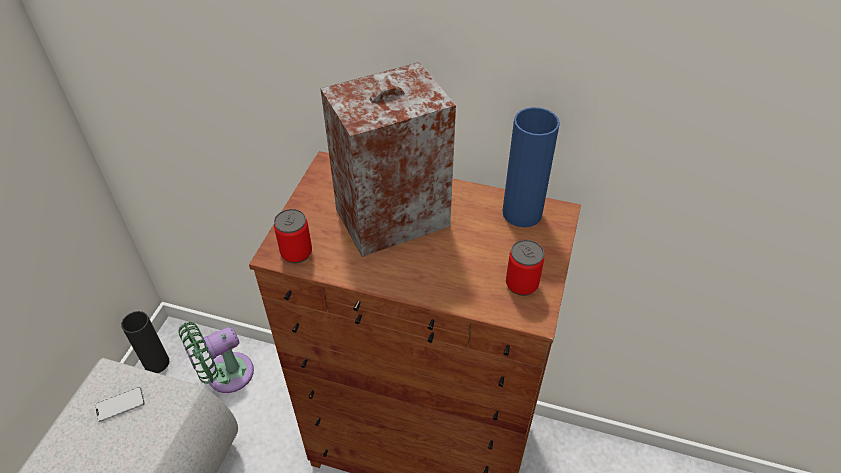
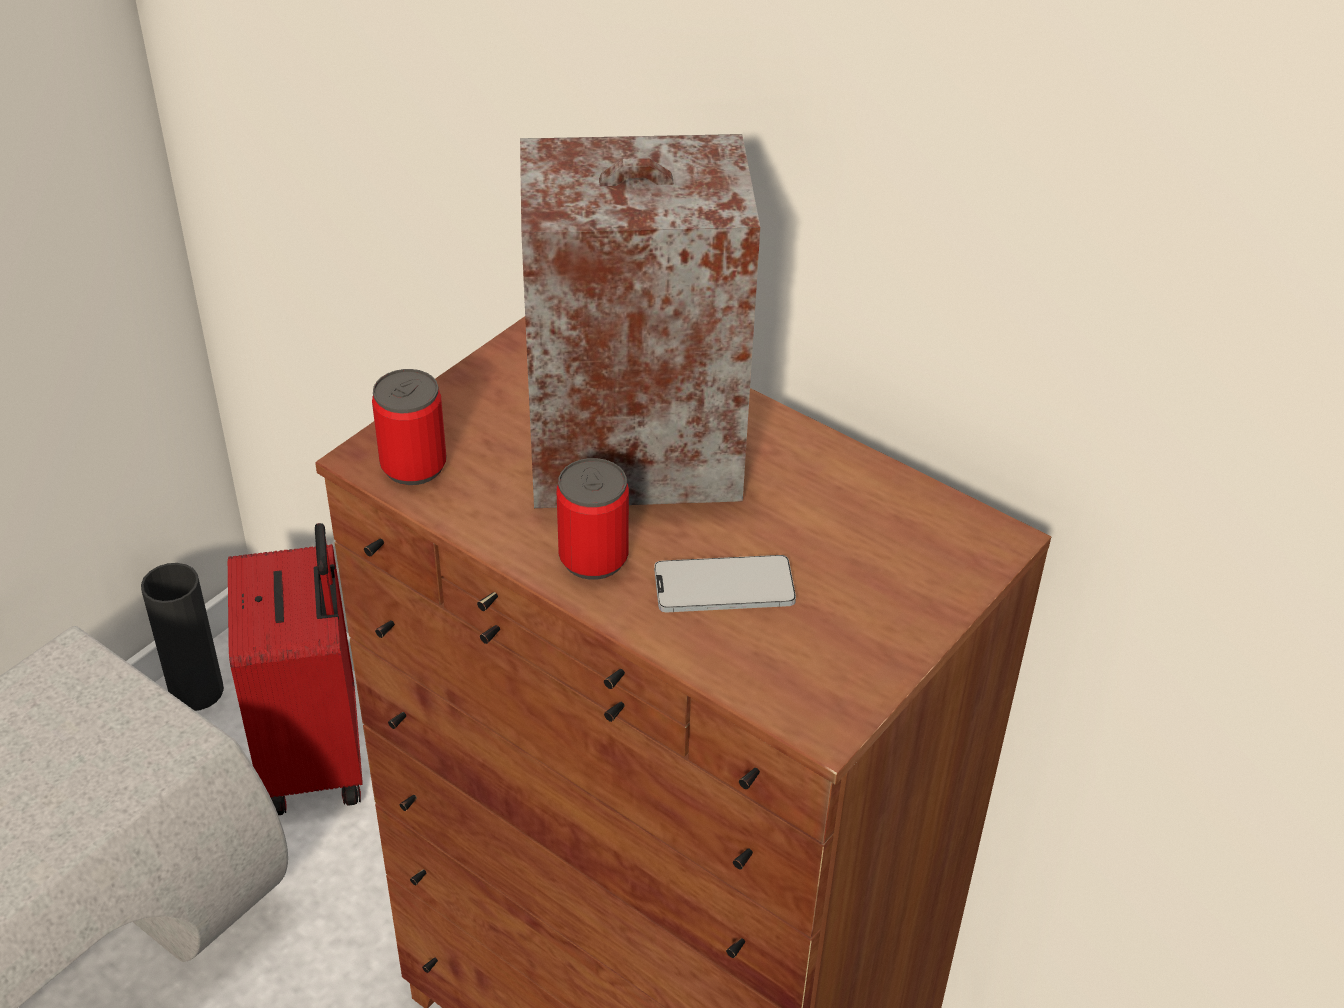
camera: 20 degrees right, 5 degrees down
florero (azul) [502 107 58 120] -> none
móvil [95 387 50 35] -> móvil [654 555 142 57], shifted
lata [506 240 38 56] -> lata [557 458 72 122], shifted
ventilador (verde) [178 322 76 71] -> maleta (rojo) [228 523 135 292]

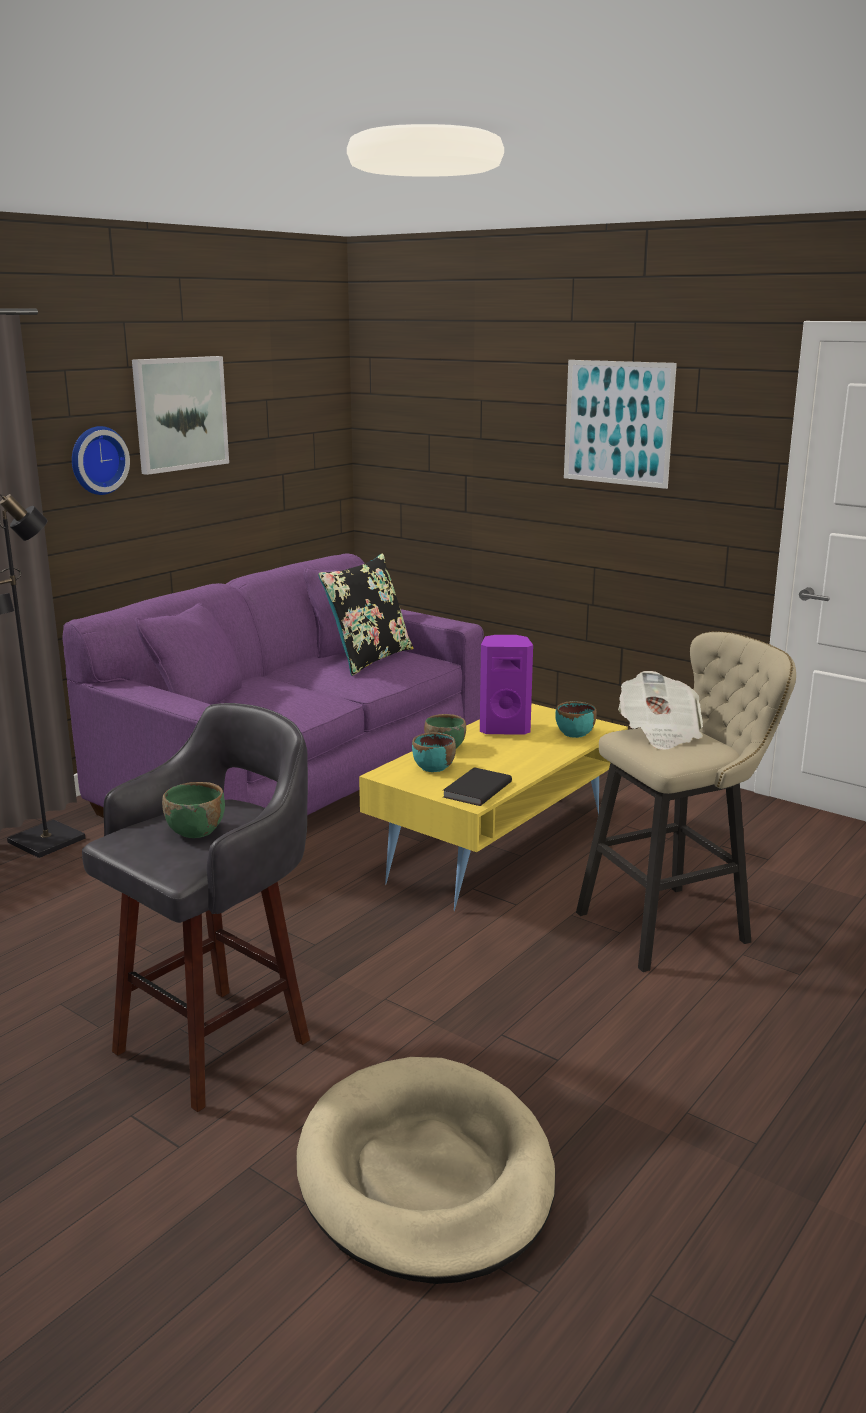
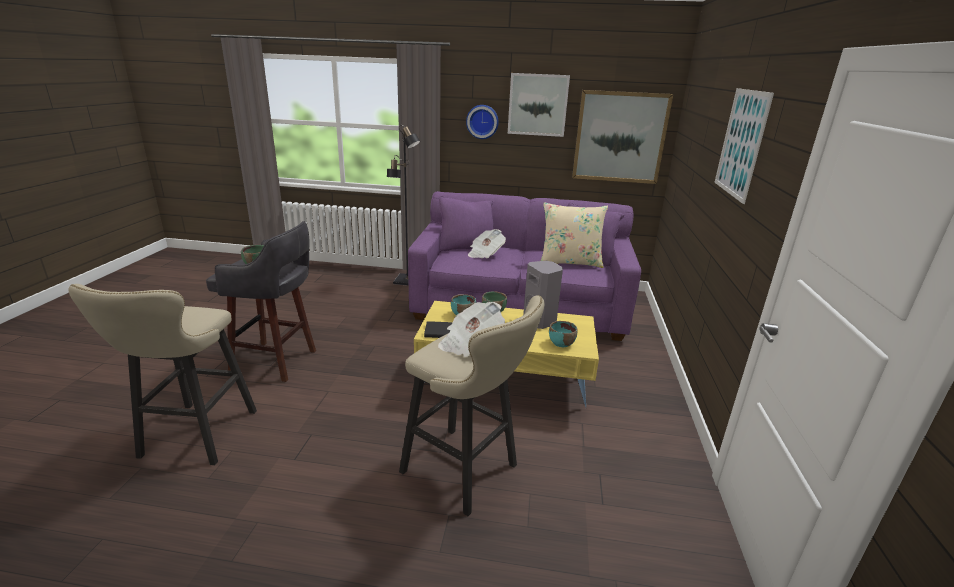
camera: 60 degrees right, 5 degrees up
none -> periódico [468 229 38 30]
none -> cuadro [572 90 101 94]
cama para perro (beis) [297 1057 258 227] -> taburete (beis) [68 284 189 181]
cojín (negro) [318 553 95 123] -> cojín (beis) [540 203 68 65]
altavoz (morado) [480 635 53 100] -> altavoz (gris) [523 261 40 68]

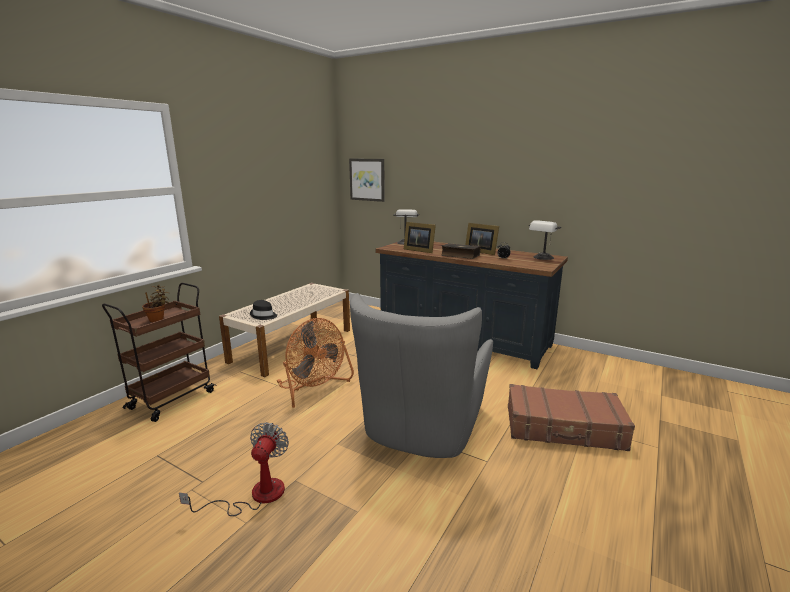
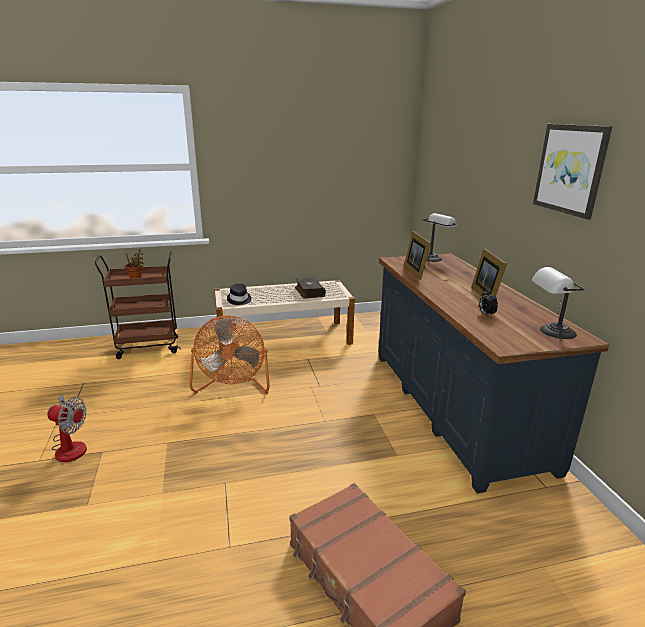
camera: 45 degrees right, 5 degrees up
sillón (gris) [350 293 143 165] -> none
cuadro [349 159 36 43] -> cuadro [533 124 79 96], shifted
libro [441 243 40 16] -> libro [295 277 31 22], shifted
ventilador [179 422 110 94] -> ventilador [47 394 40 68], 45 degrees clockwise

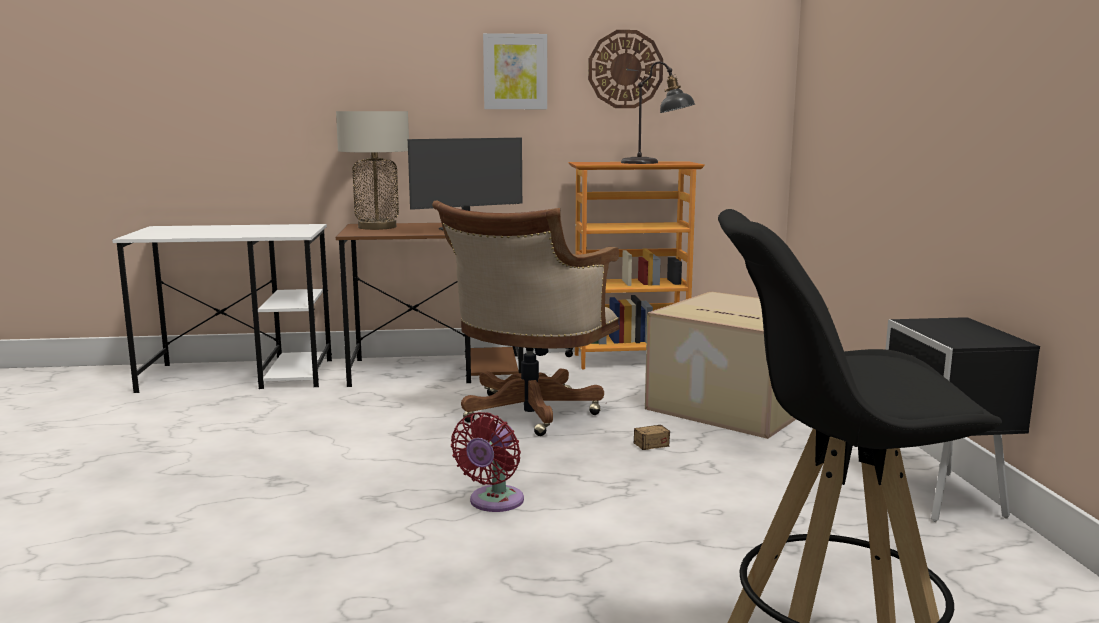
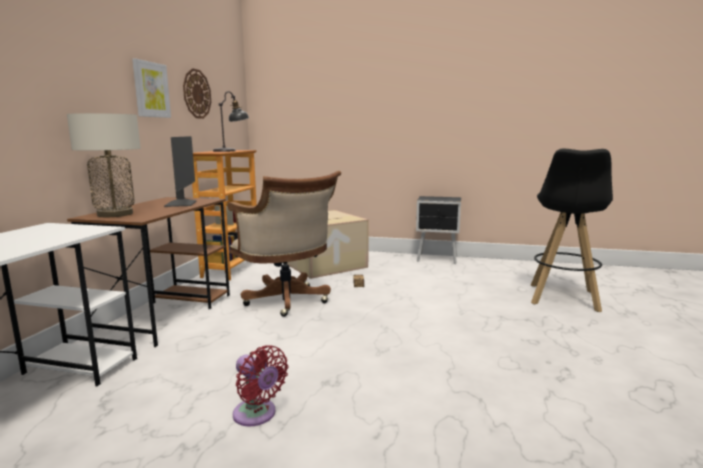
camera: 70 degrees left, 0 degrees up
ventilador (rojo) [451 412 73 100] -> ventilador (rojo) [233 345 55 82], shifted

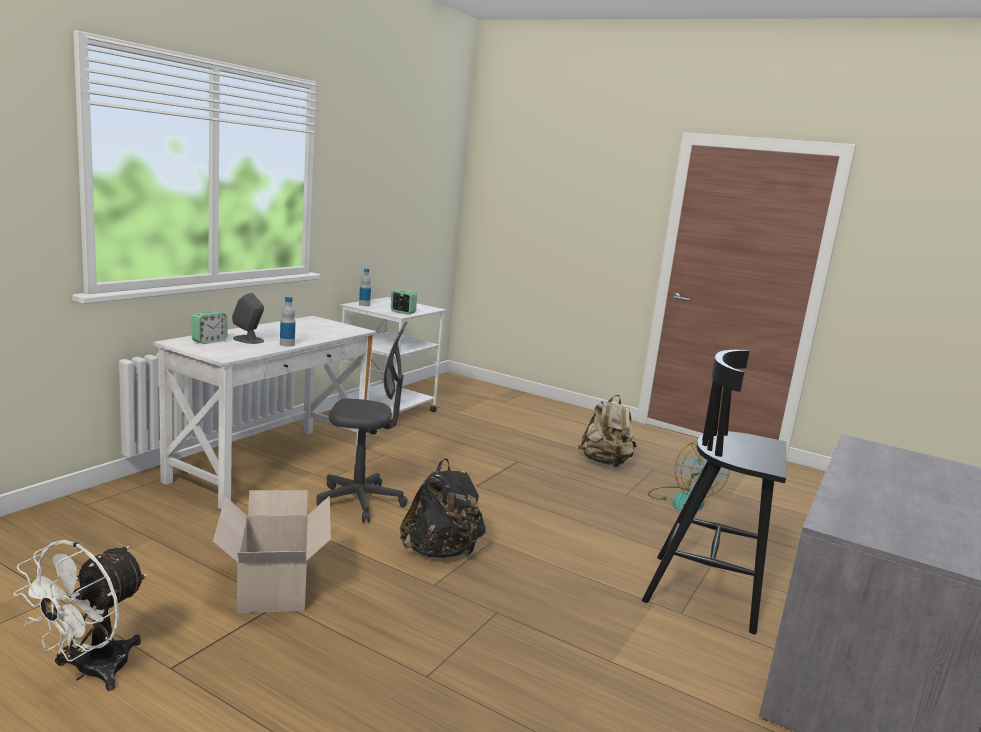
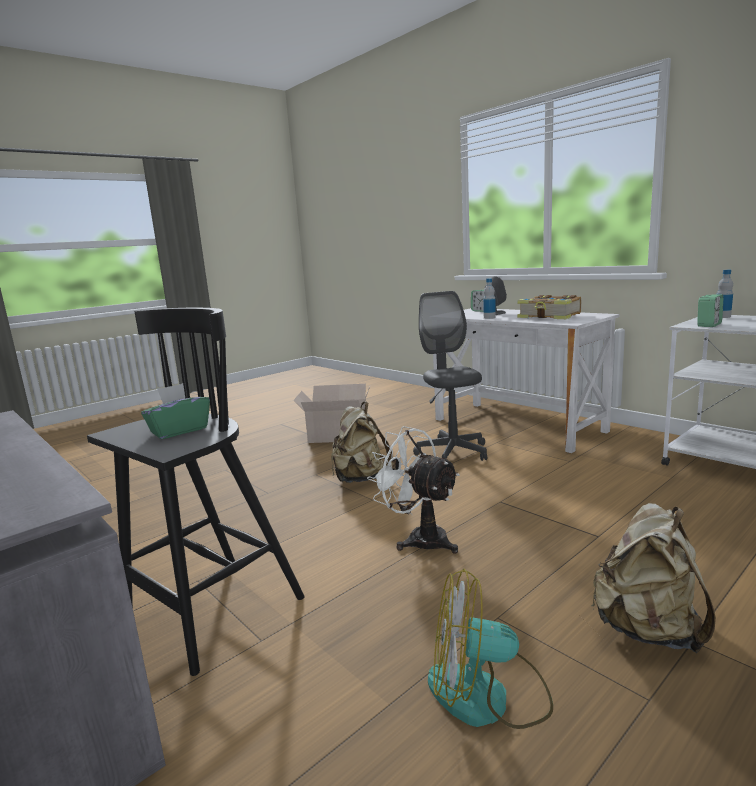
camera: 110 degrees right, 0 degrees up
none -> caja de pañuelos (verde) [141 383 69 56]
none -> libro [517 295 64 24]
ventilador (blanco) [13 540 134 151] -> ventilador (blanco) [367 426 93 128], shifted
mochila (negro) [400 458 86 100] -> mochila (beis) [331 402 62 81]
silla de oficina (gris) [317 322 91 201] -> silla de oficina (gris) [413 291 74 170], 150 degrees clockwise

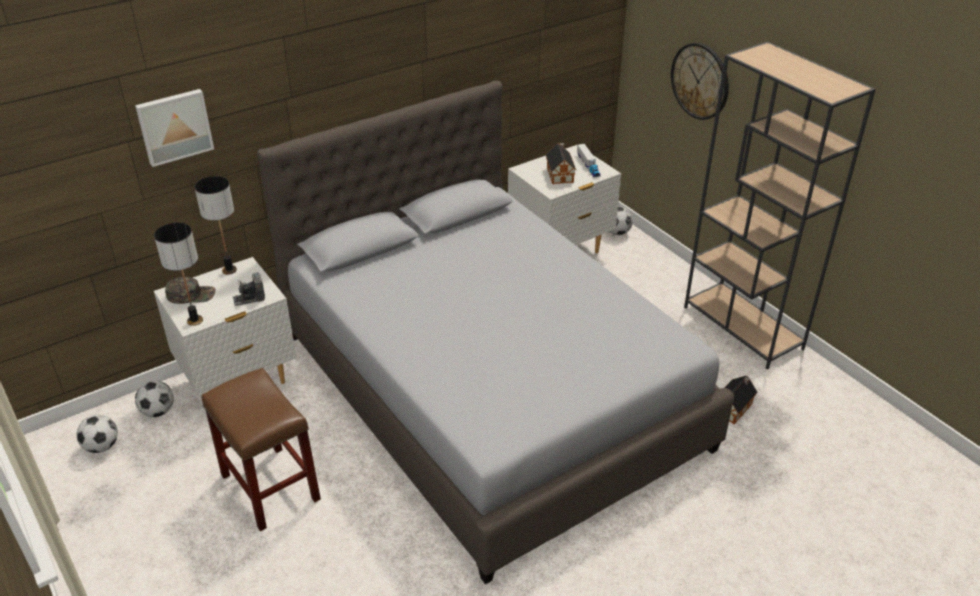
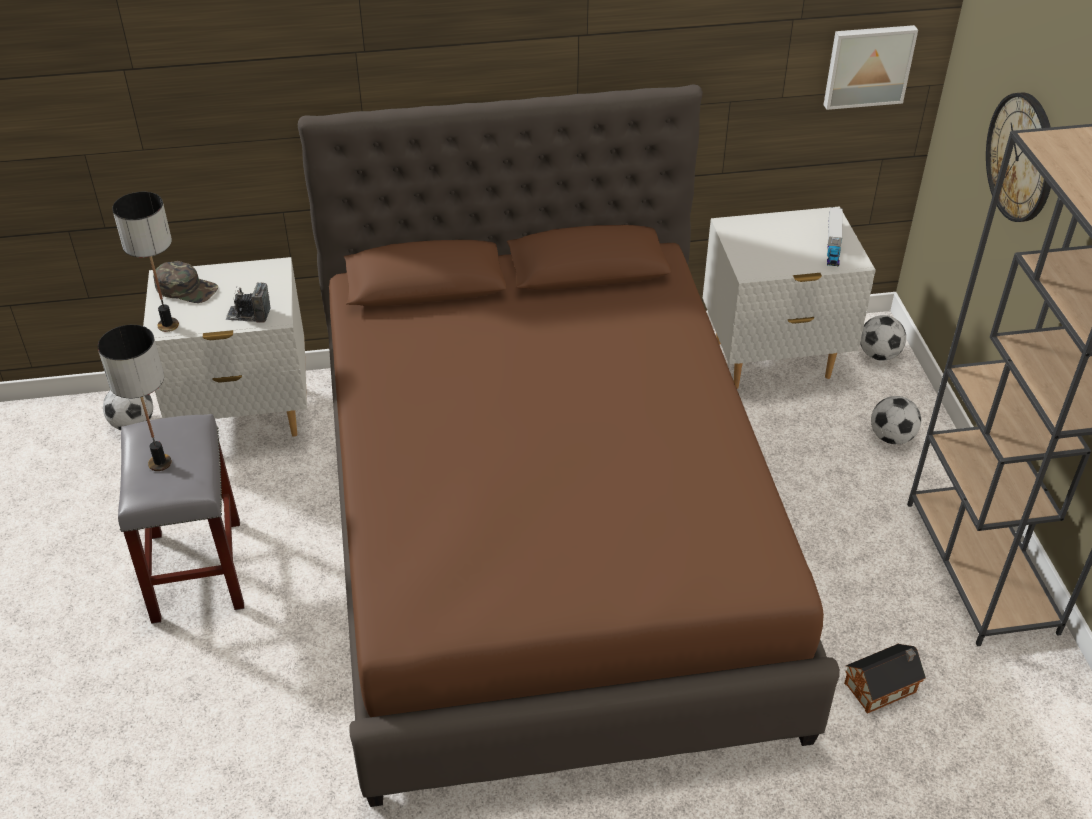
camera: 25 degrees right, 5 degrees up
casita [545 143 31 41] -> none
balón de fútbol [76 415 42 38] -> balón de fútbol [871 396 50 48], shifted
cuadro [135 89 79 78] -> cuadro [824 25 94 85], shifted
lámpara de mesa [194 176 43 99] -> lámpara de mesa [98 325 74 146], shifted
taburete (marrón) [201 368 120 164] -> taburete (gris) [118 414 126 210]
cama (gris) [257 80 477 504] -> cama (marrón) [298 84 542 723]

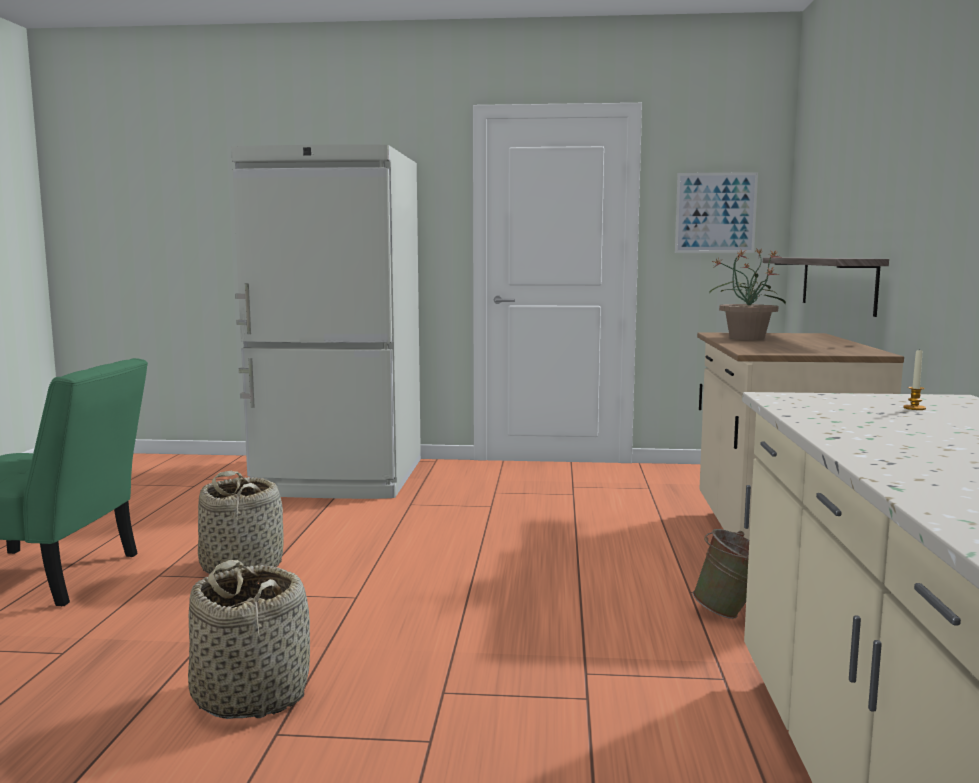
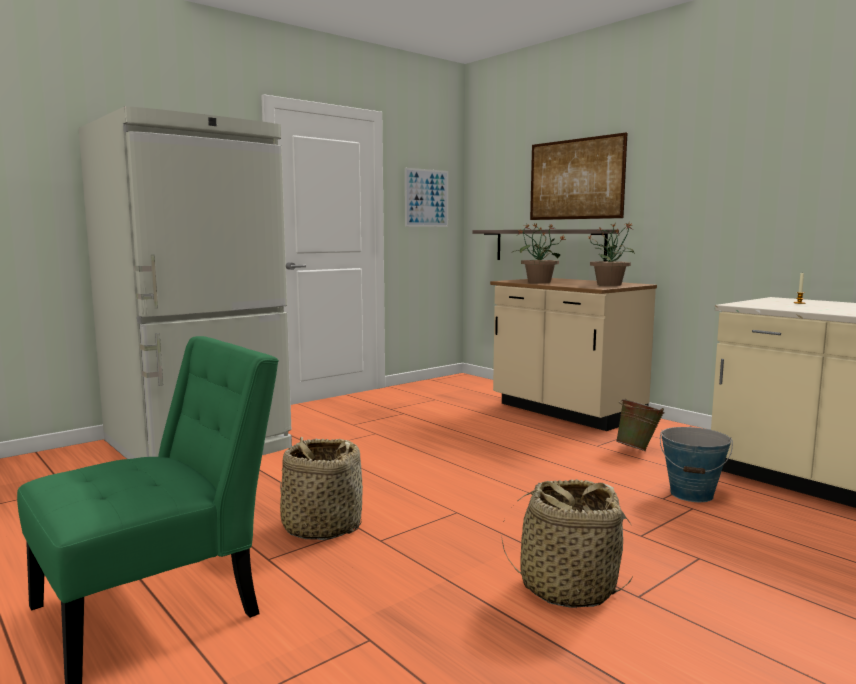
camera: 45 degrees left, 0 degrees up
none -> cuadro [530 132 97 88]
none -> planta en maceta [587 223 47 63]
none -> cubo [660 427 73 75]

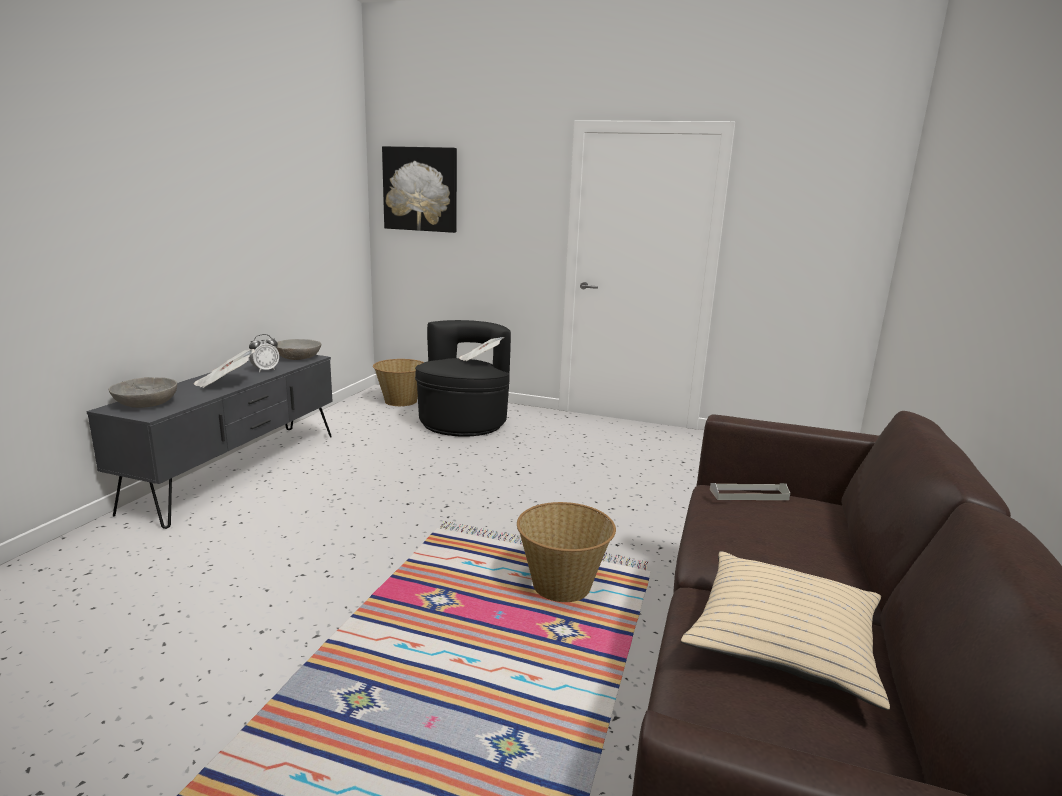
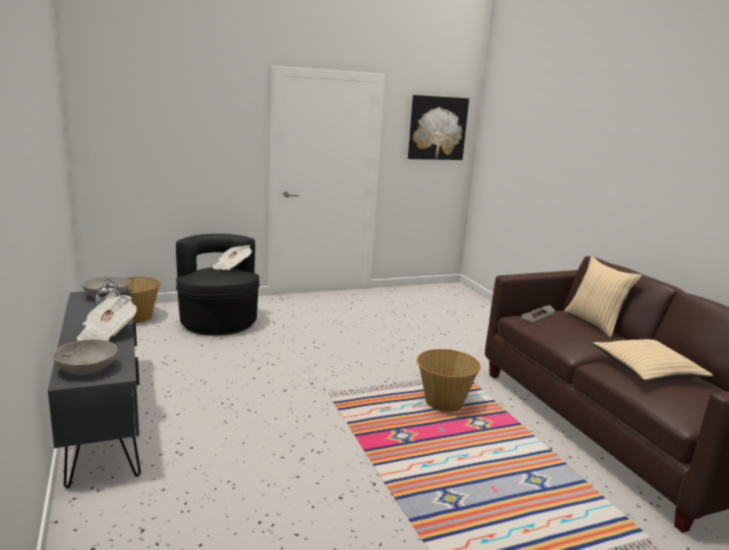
camera: 40 degrees left, 0 degrees up
none -> cojín (beis) [564 256 78 81]
cuadro [382 146 75 87] -> cuadro [408 95 61 65], shifted

